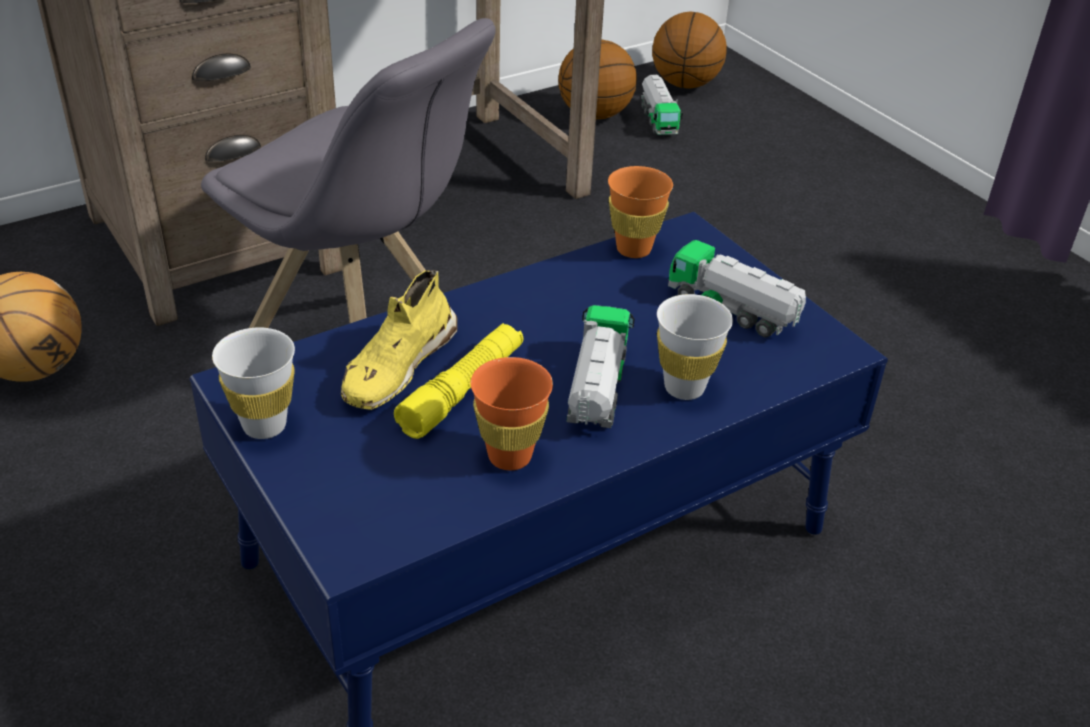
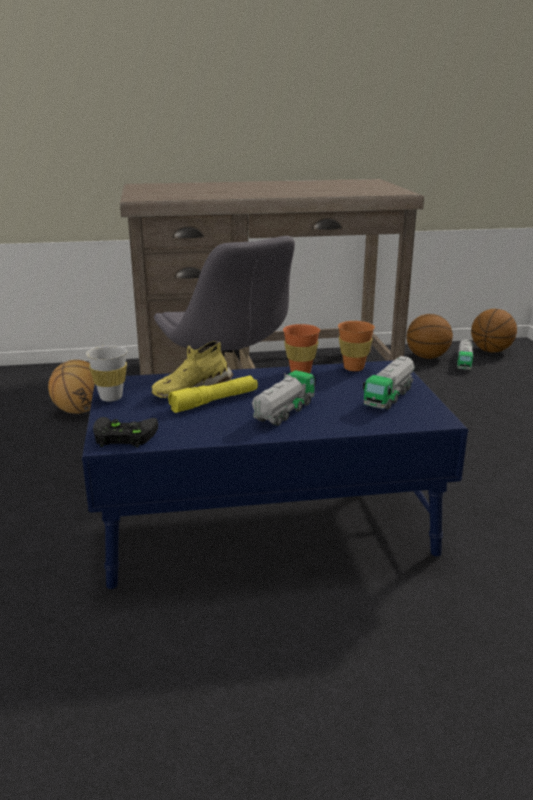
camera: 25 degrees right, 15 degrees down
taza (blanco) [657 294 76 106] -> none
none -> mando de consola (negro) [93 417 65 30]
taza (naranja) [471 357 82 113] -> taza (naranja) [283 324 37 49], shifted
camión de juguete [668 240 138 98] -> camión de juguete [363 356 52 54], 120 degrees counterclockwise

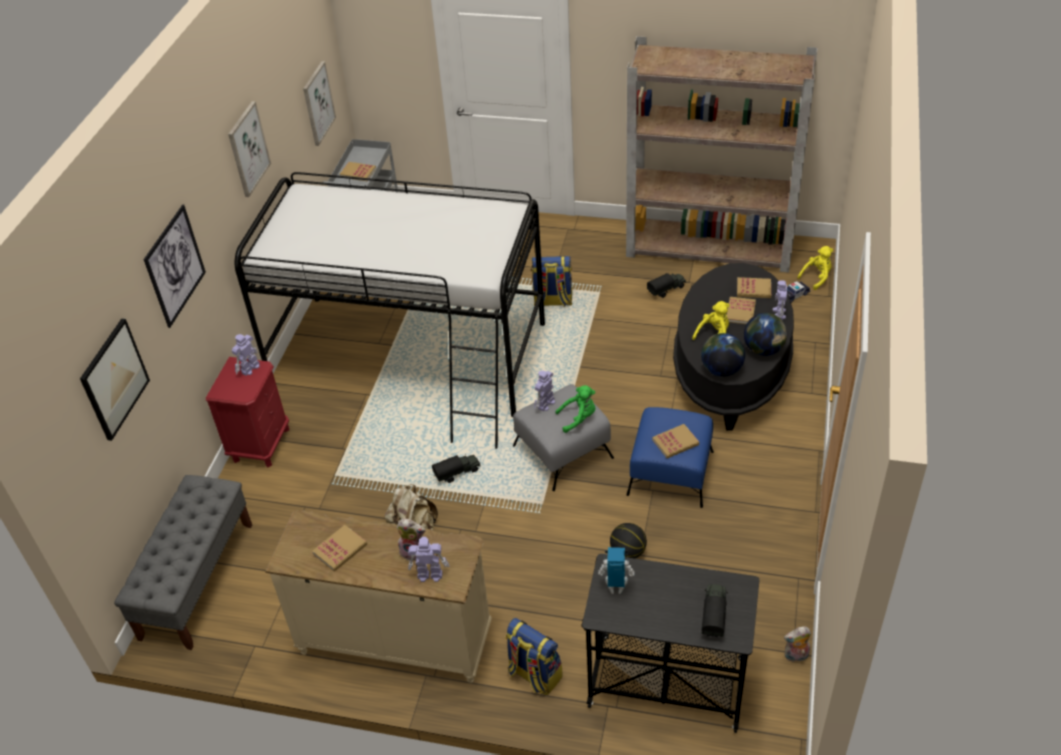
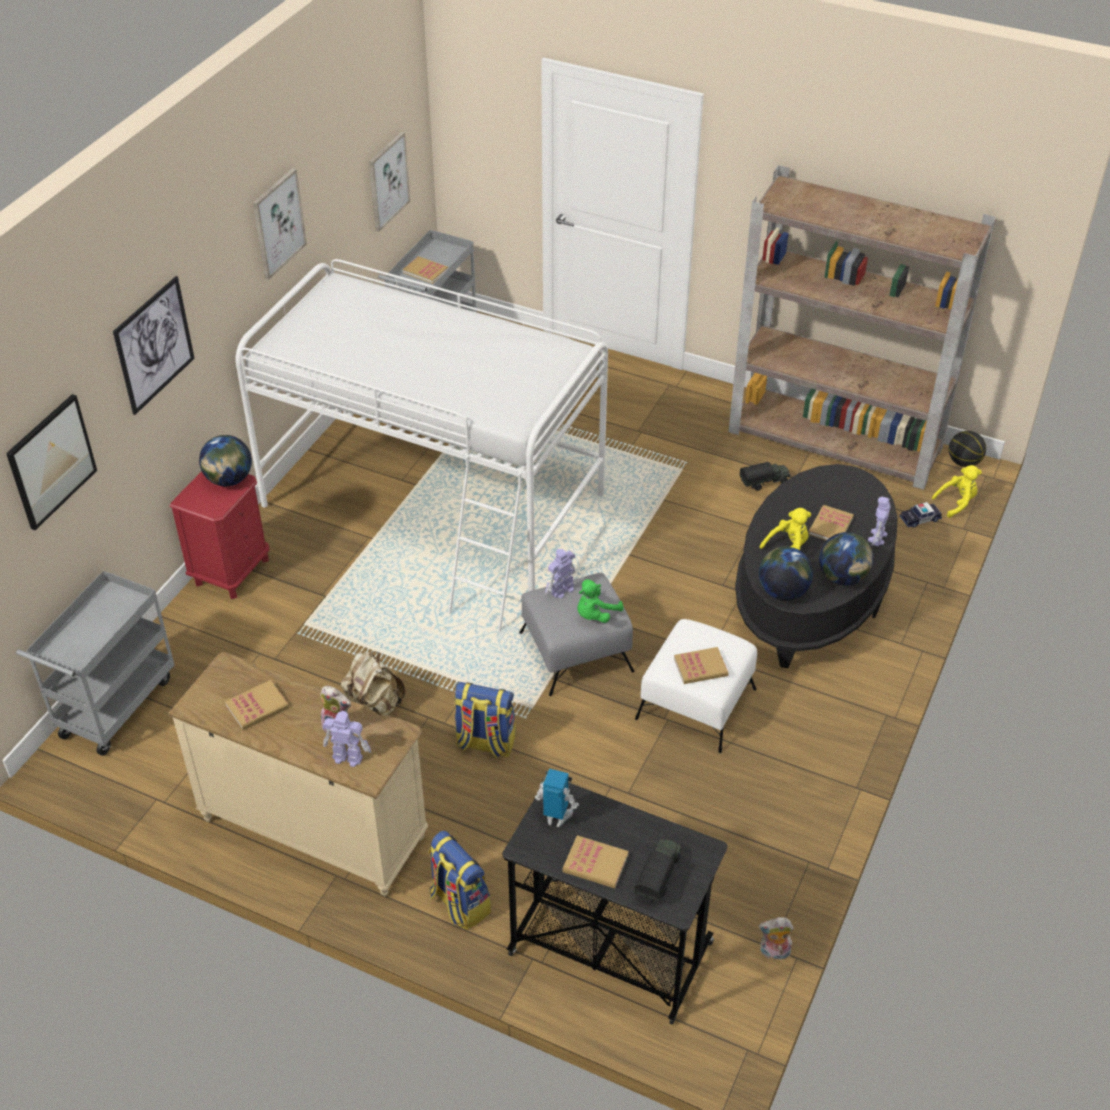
camera: 10 degrees right, 0 degrees up
camión de juguete [432 454 48 29] -> none
mochila [531 256 41 51] -> mochila [454 682 62 76], shifted
balón de baloncesto [610 523 37 36] -> balón de baloncesto [949 431 37 36], shifted
libro [737 277 34 21] -> libro [563 835 66 53], shifted
banco (gris) [114 475 138 175] -> carrito (gris) [16 571 158 185]
robot de juguete [232 334 28 42] -> globo terráqueo [199 435 53 51]
cama (negro) [235 172 310 277] -> cama (blanco) [236 259 372 373]
puf (azul) [627 407 87 101] -> puf (blanco) [635 619 122 134]
peluche (verde) [556 385 40 48] -> peluche (verde) [577 579 47 44], 135 degrees clockwise

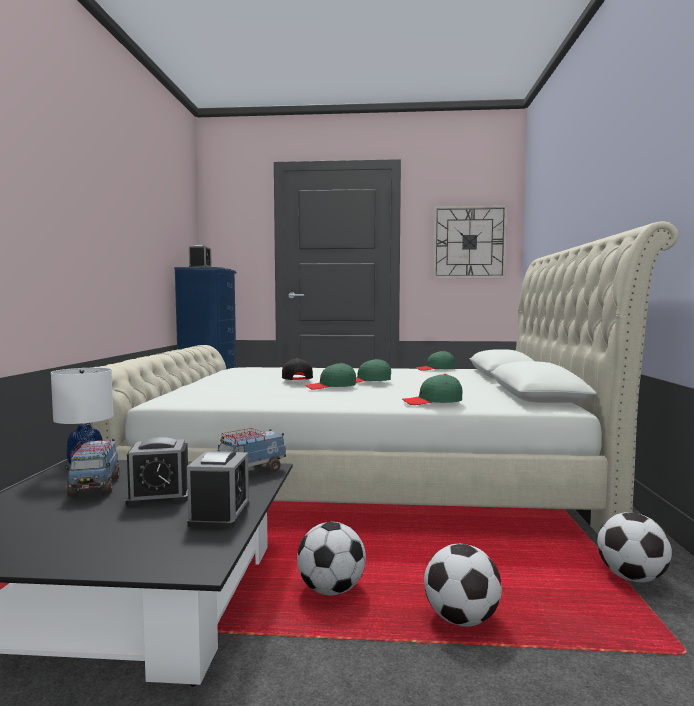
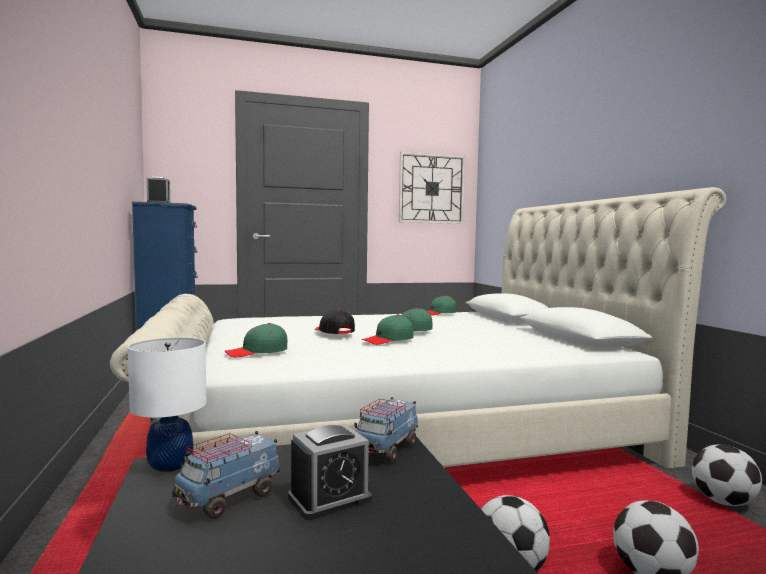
camera: 20 degrees left, 0 degrees up
despertador [187 451 63 78] -> none
gorra (verde) [402 374 61 31] -> gorra (verde) [225 323 63 34], shifted
camión de juguete [65 439 54 57] -> camión de juguete [172 431 108 88], 75 degrees clockwise

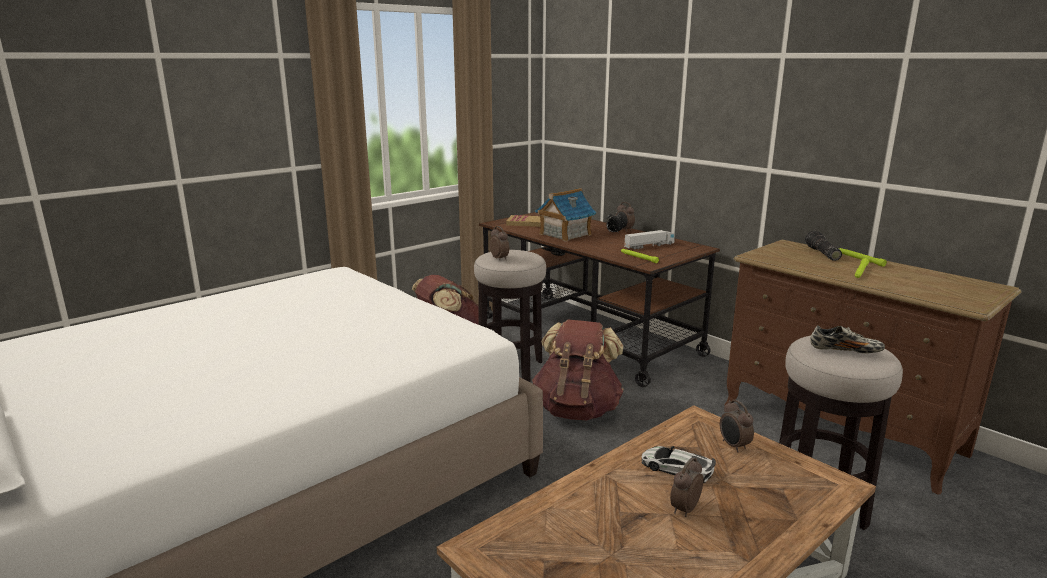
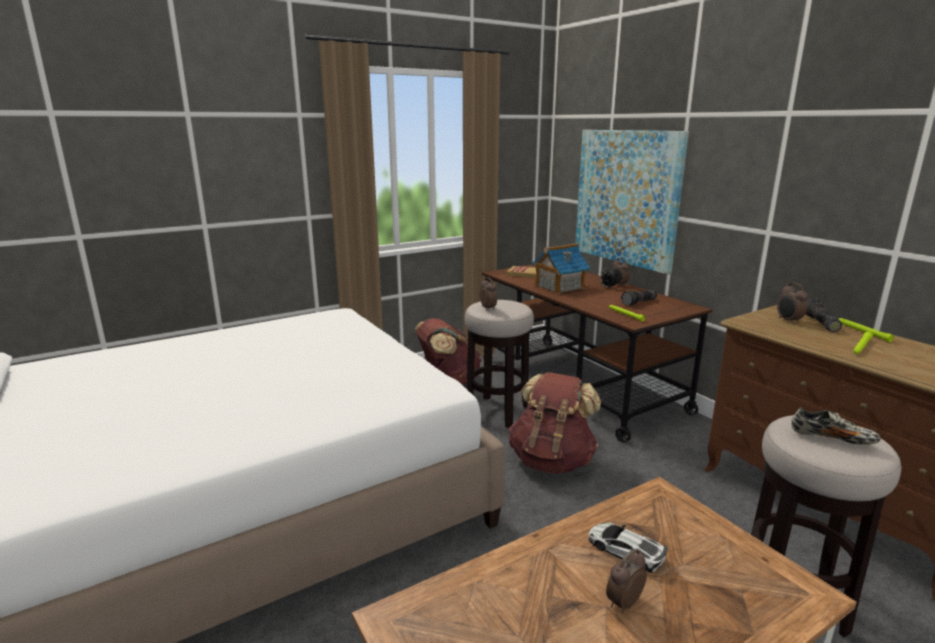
camera: 10 degrees right, 0 degrees up
none -> cuadro [575 130 114 145]
despertador [720 400 34 52] -> despertador [777 283 31 41], shifted
camión de juguete [624 230 51 20] -> linterna [621 290 36 16]

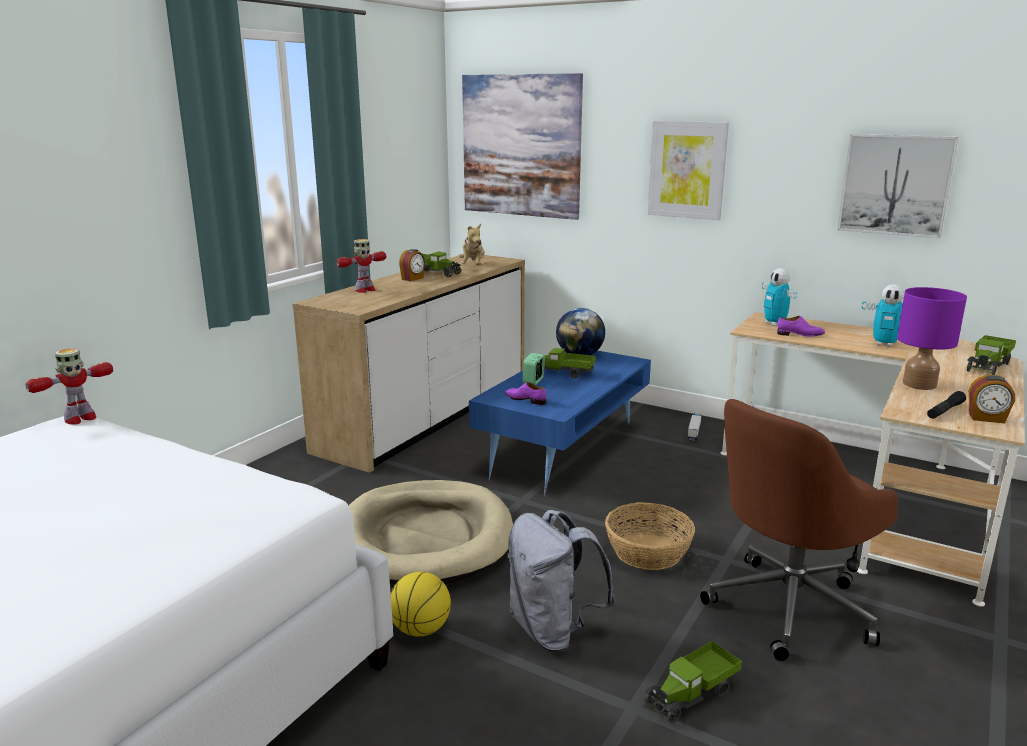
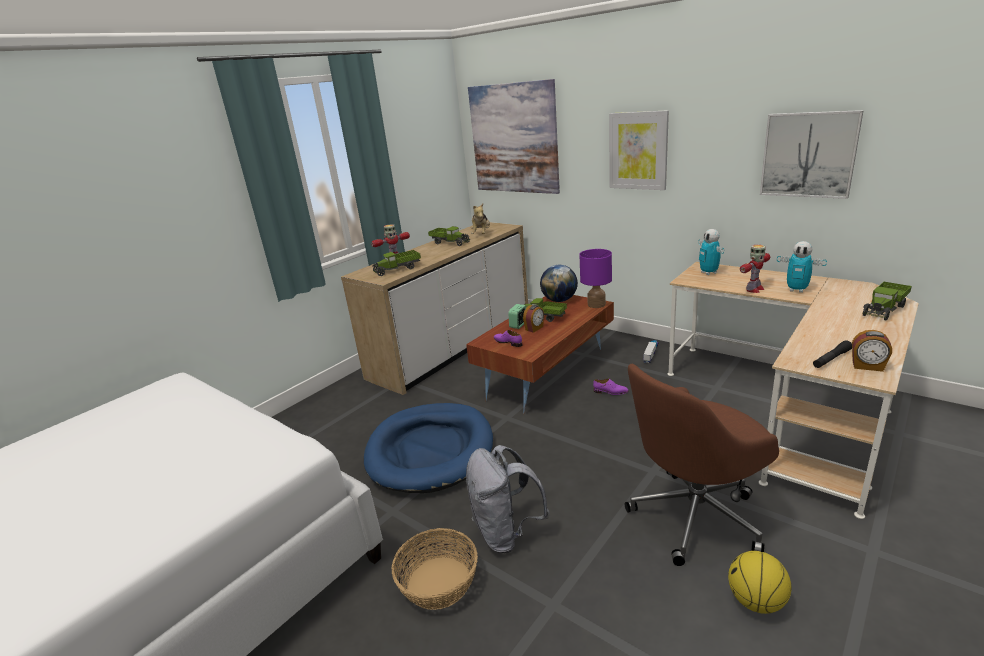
camera: 10 degrees right, 5 degrees up
robot de juguete [26 348 87 77] -> robot de juguete [740 245 30 48], shifted
balón de baloncesto [391 572 60 65] -> balón de baloncesto [728 551 63 63], shifted
despertador [399 249 26 32] -> despertador [523 305 21 28], shifted
cesta [605 502 90 68] -> cesta [391 528 87 82], shifted
camión de juguete [644 641 98 82] -> camión de juguete [372 250 49 26], shifted
zapato (morado) [777 316 48 21] -> zapato (morado) [593 379 36 16], shifted
lámpara de mesa (morado) [897 287 70 103] -> lámpara de mesa (morado) [579 249 33 59], shifted
cama para perro (beis) [349 480 164 105] -> cama para perro (azul) [364 403 129 90]
mesa de centro (azul) [469 351 182 146] -> mesa de centro (marrón) [466 295 148 118]

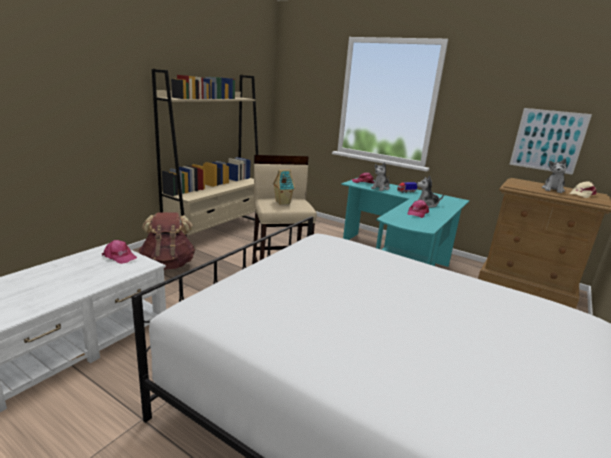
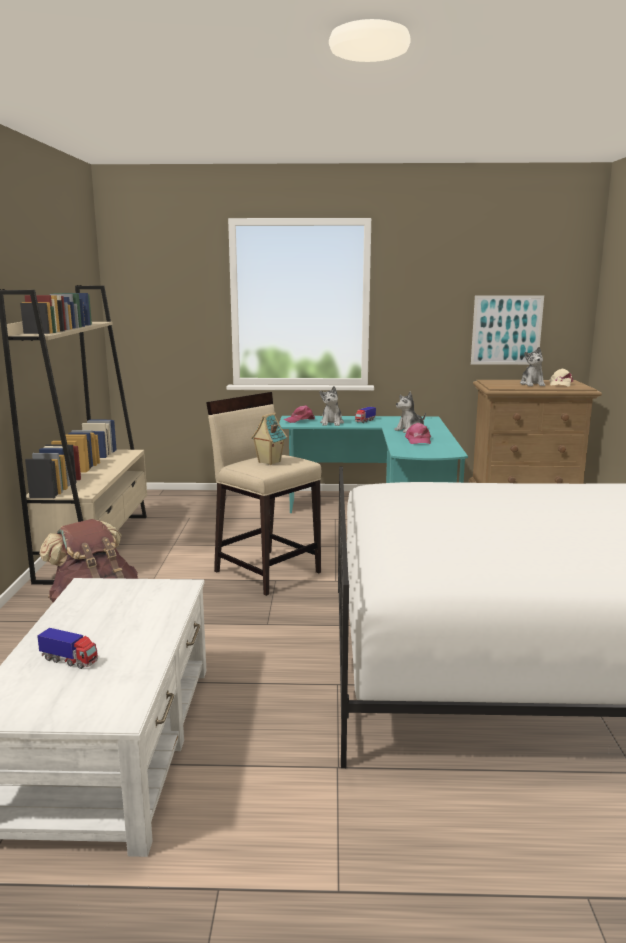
camera: 30 degrees left, 5 degrees down
gorra (rosa) [102 240 35 24] -> none
none -> camión de juguete [37 628 61 41]

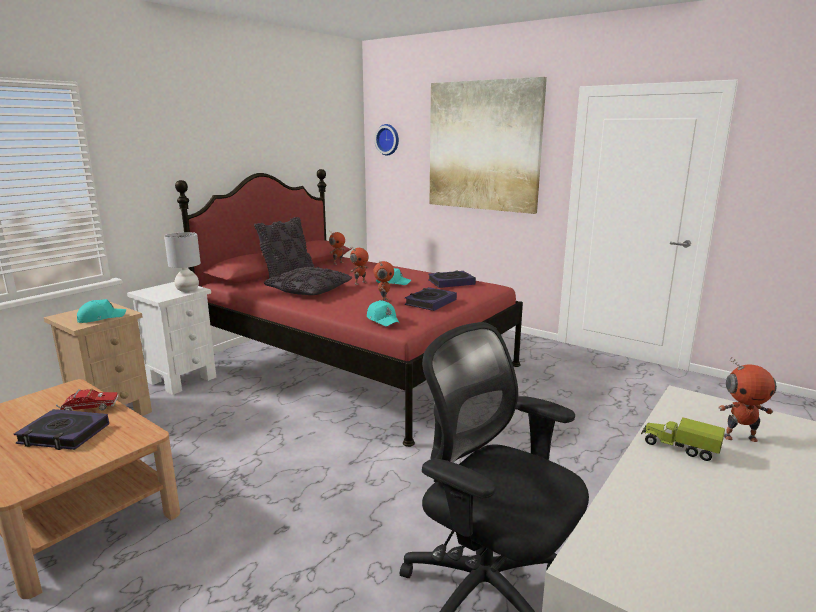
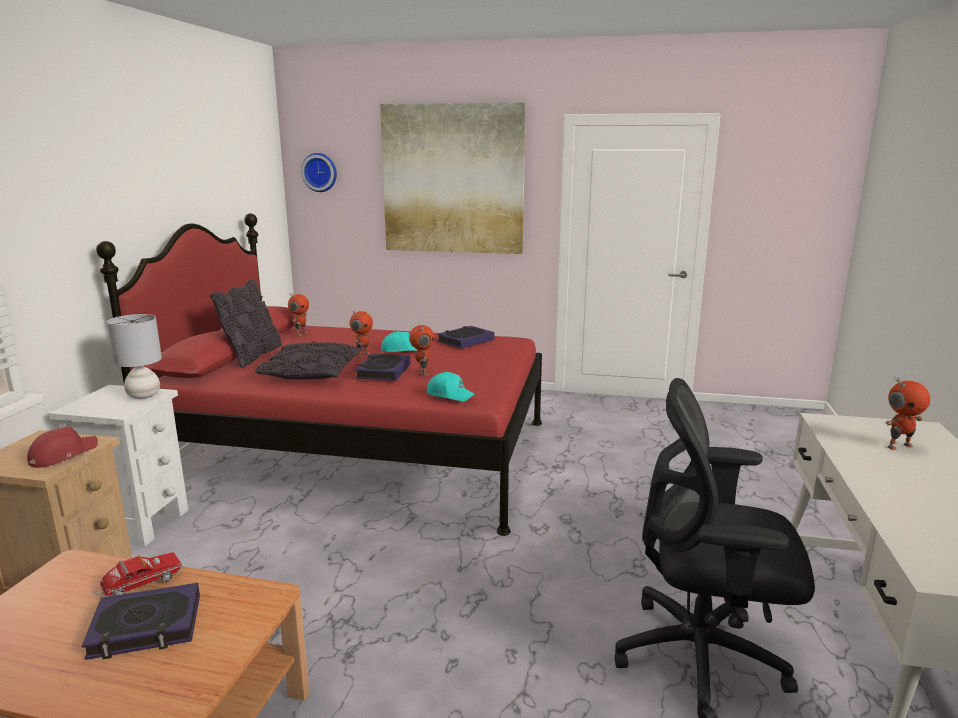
camera: 25 degrees left, 0 degrees up
camión de juguete [641 417 84 44] -> none
libro [405 287 52 24] -> libro [355 354 55 27], shifted
gorra (turquesa) [77 299 49 24] -> gorra (rojo) [27 426 71 42]

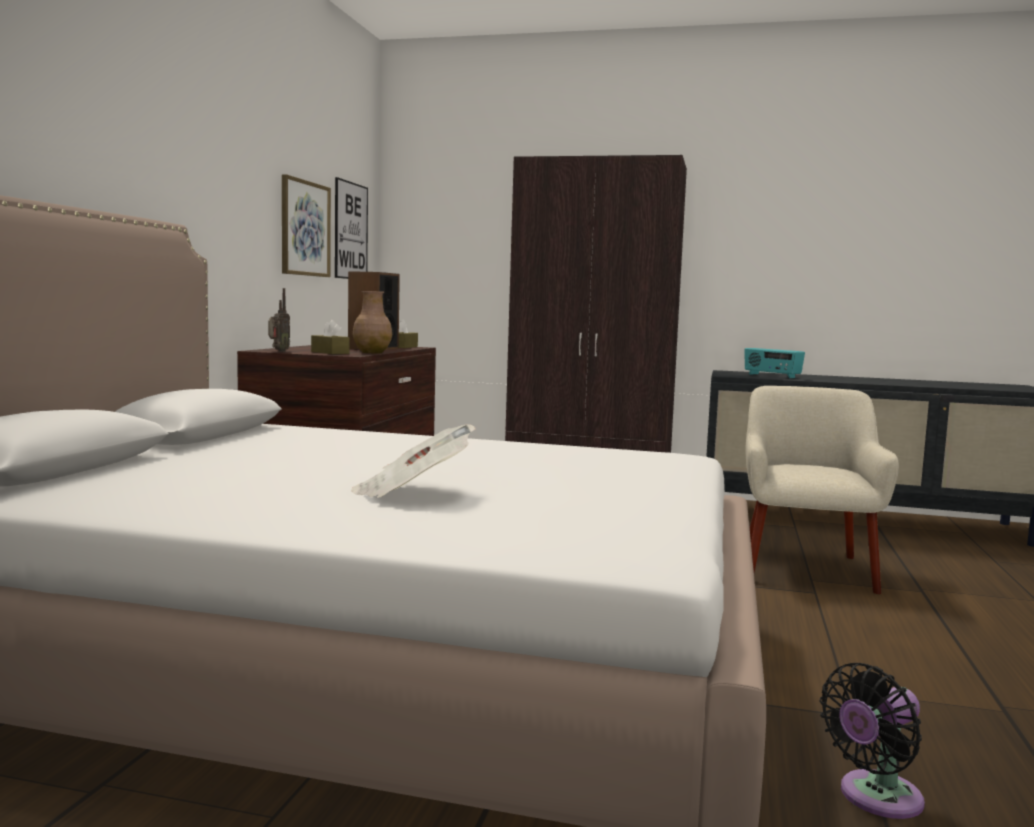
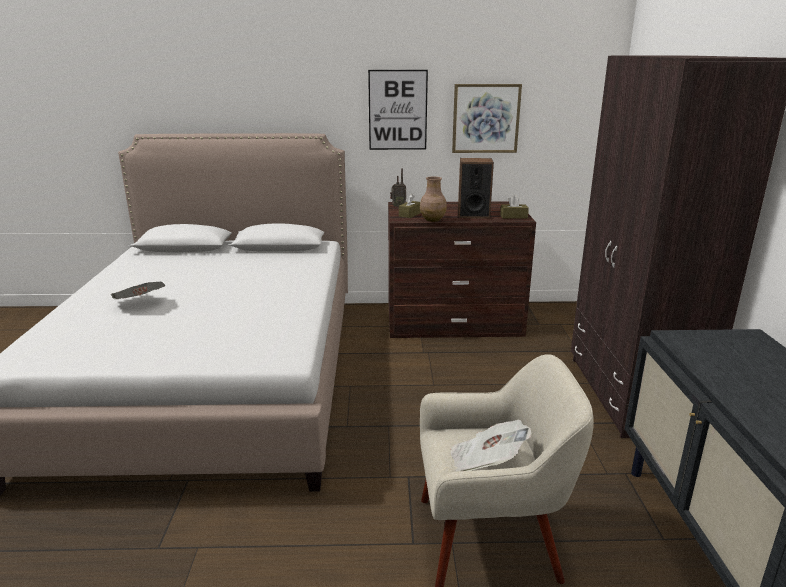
camera: 75 degrees right, 15 degrees up
radio [744 348 61 30] -> none
ventilador (negro) [820 663 105 156] -> none
none -> periódico [450 420 81 52]
cuadro [335 177 33 102] -> cuadro [368 70 60 80], shifted

